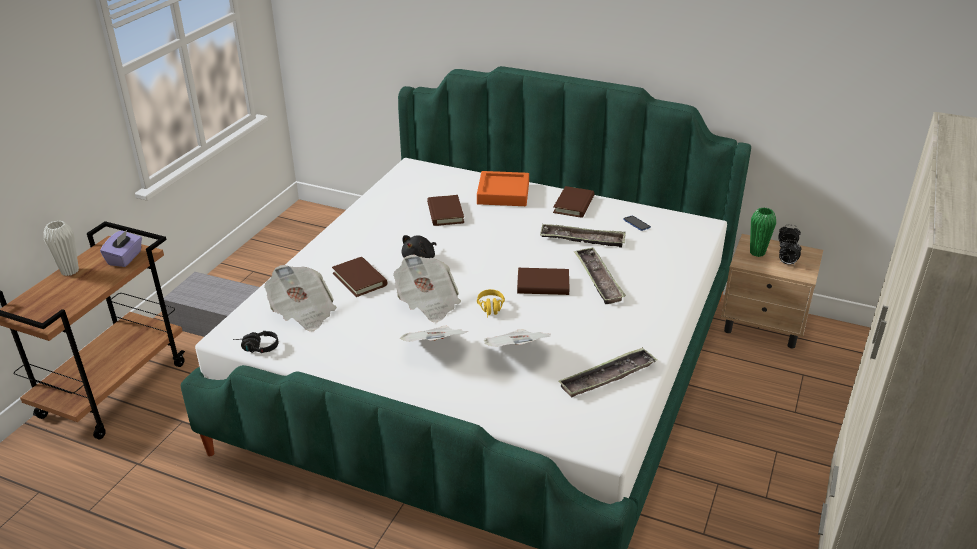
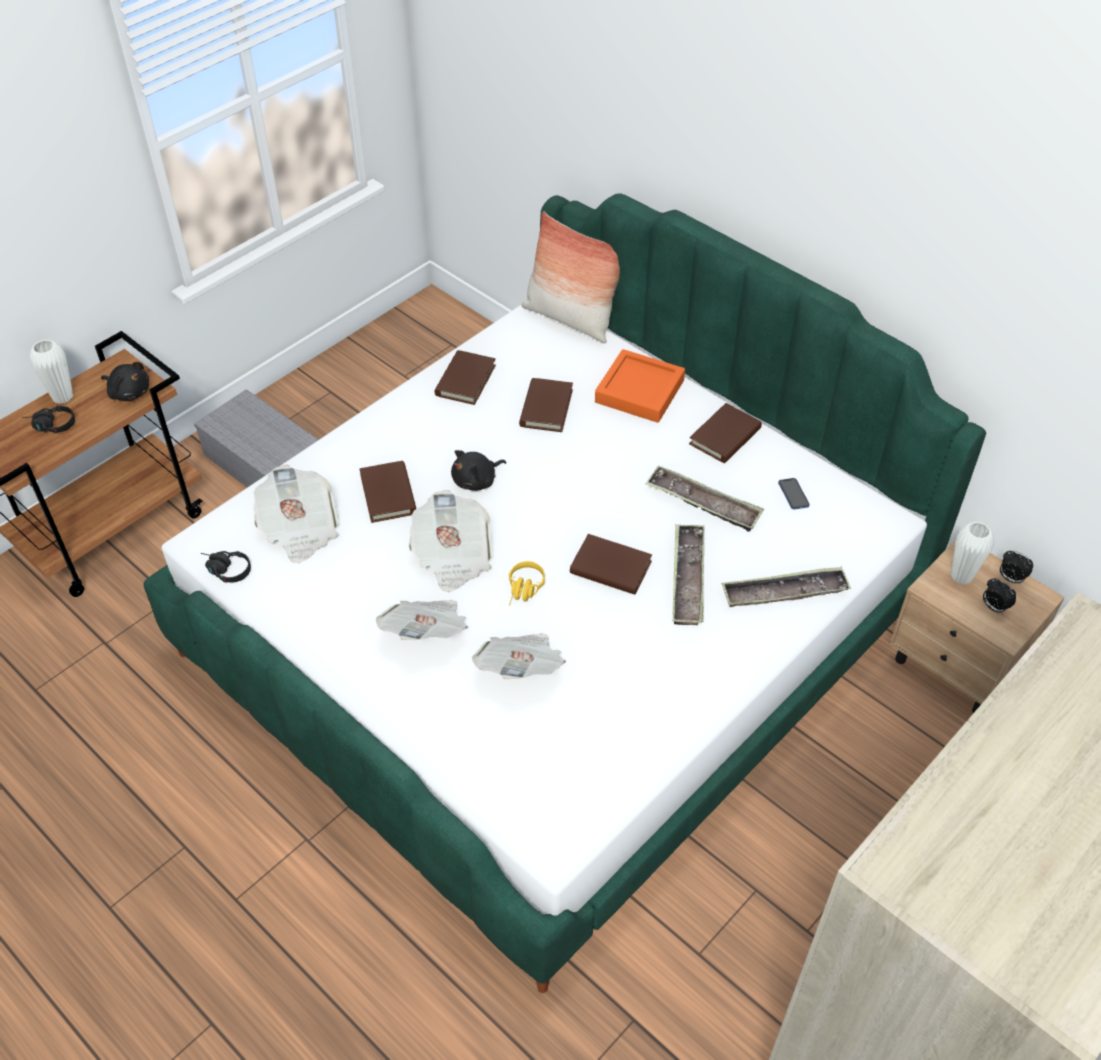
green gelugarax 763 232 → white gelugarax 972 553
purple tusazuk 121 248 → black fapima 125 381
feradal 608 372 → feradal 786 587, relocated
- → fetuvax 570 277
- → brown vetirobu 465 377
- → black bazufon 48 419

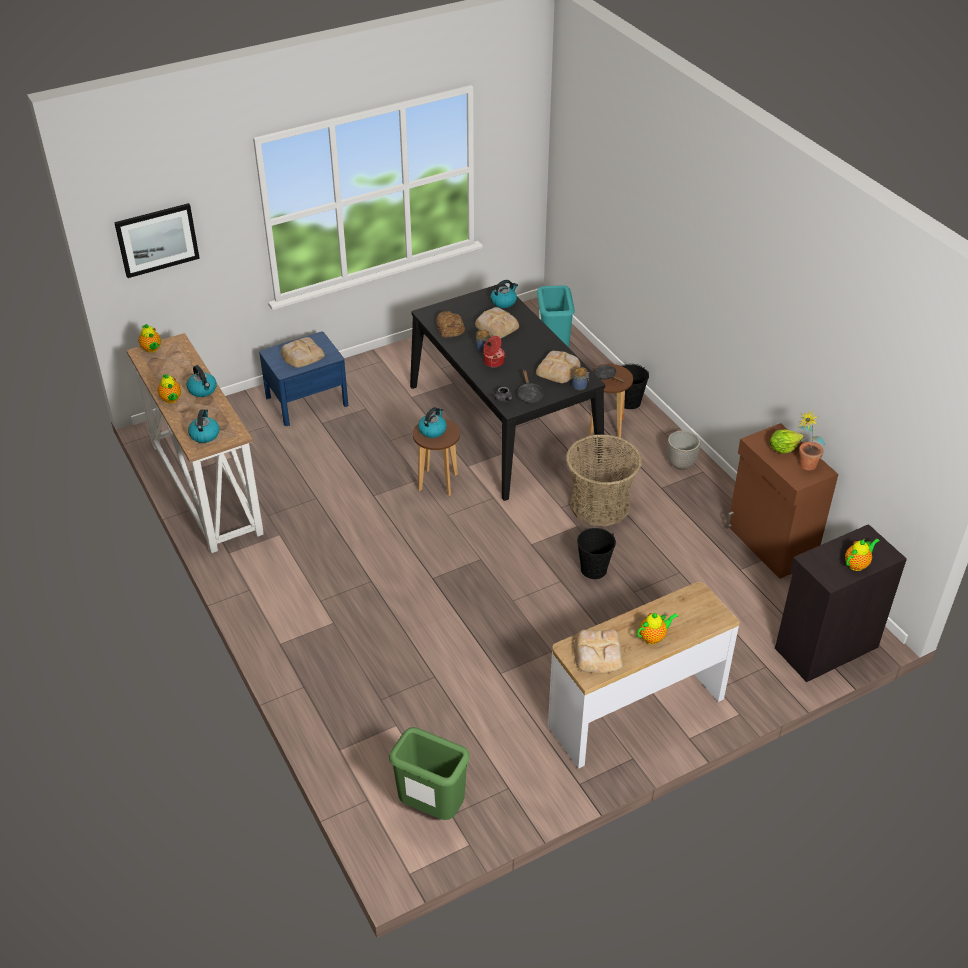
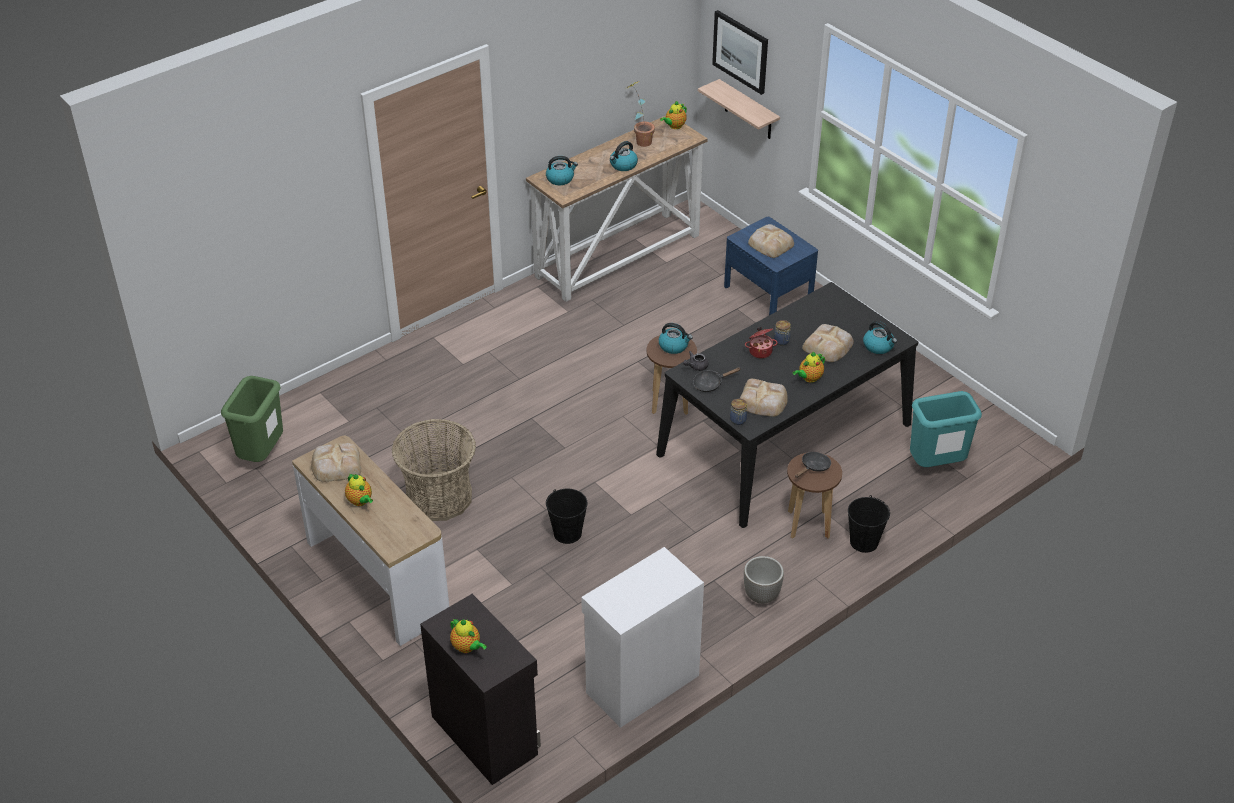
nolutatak 450 324 → -
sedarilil 169 388 → sedarilil 809 367, relocated
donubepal 811 440 → donubepal 641 114, relocated
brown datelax 782 501 → white datelax 642 637
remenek 787 441 → -
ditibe 604 480 → ditibe 434 470, relocated
- → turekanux 739 109

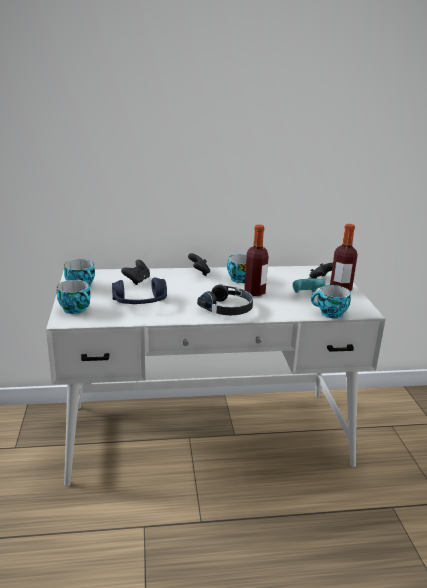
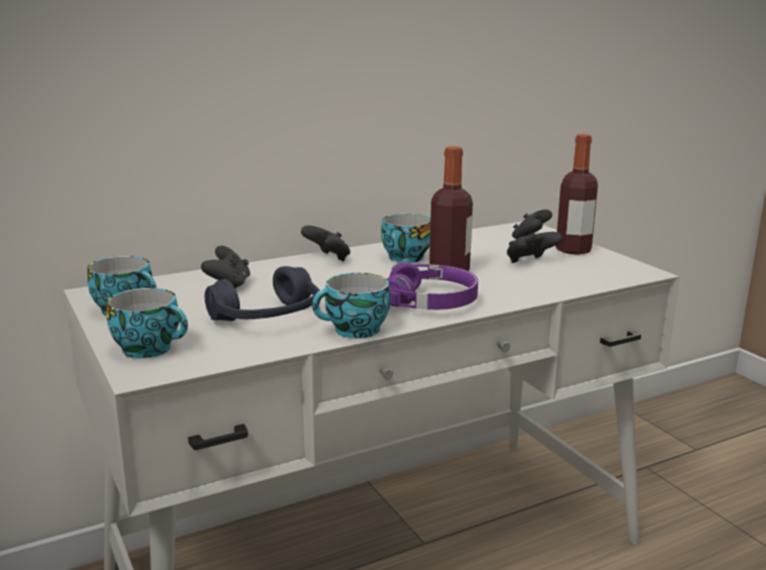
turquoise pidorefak 309 285 → black pidorefak 535 247
black bazufon 225 299 → purple bazufon 432 286
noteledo 331 301 → noteledo 351 306, relocated

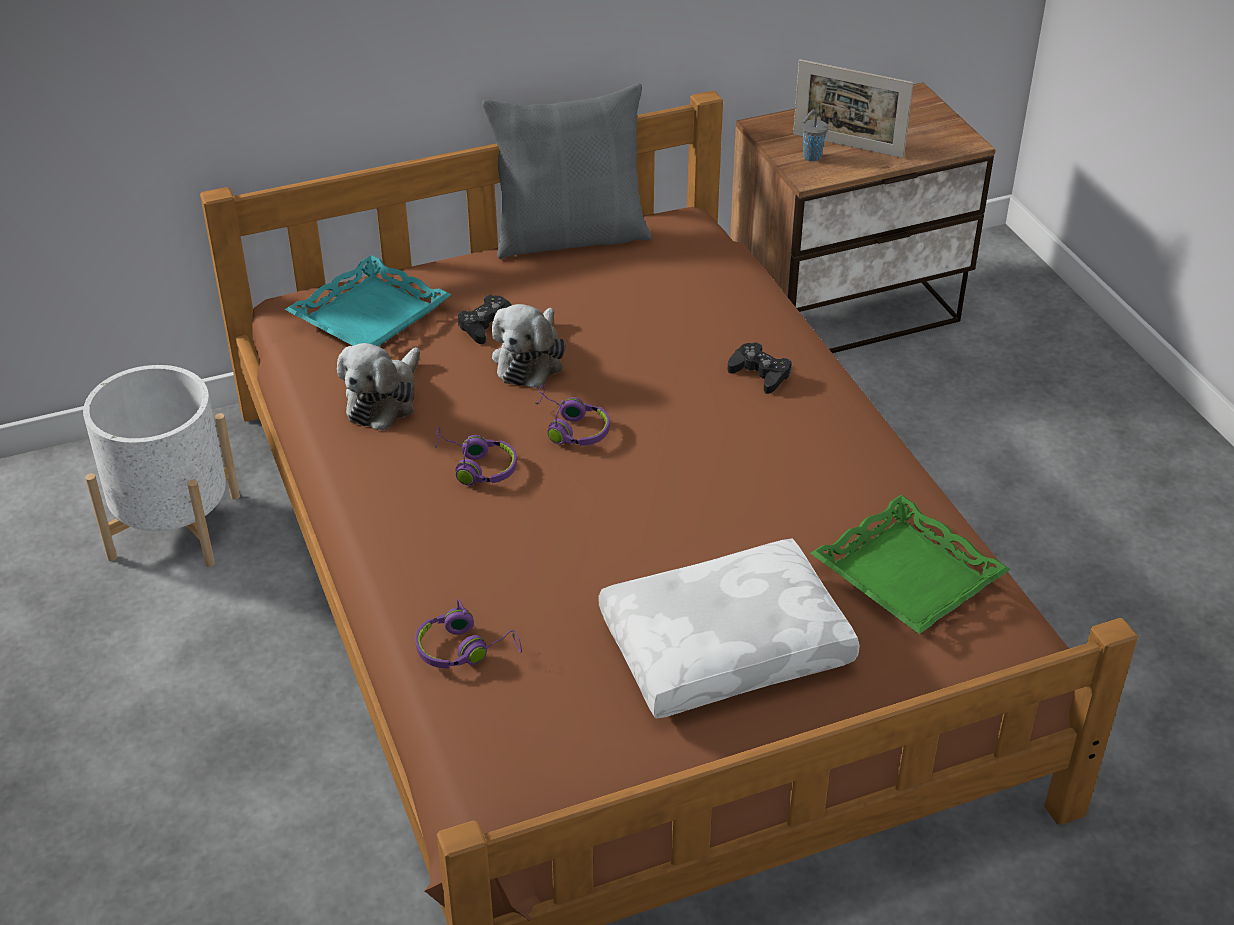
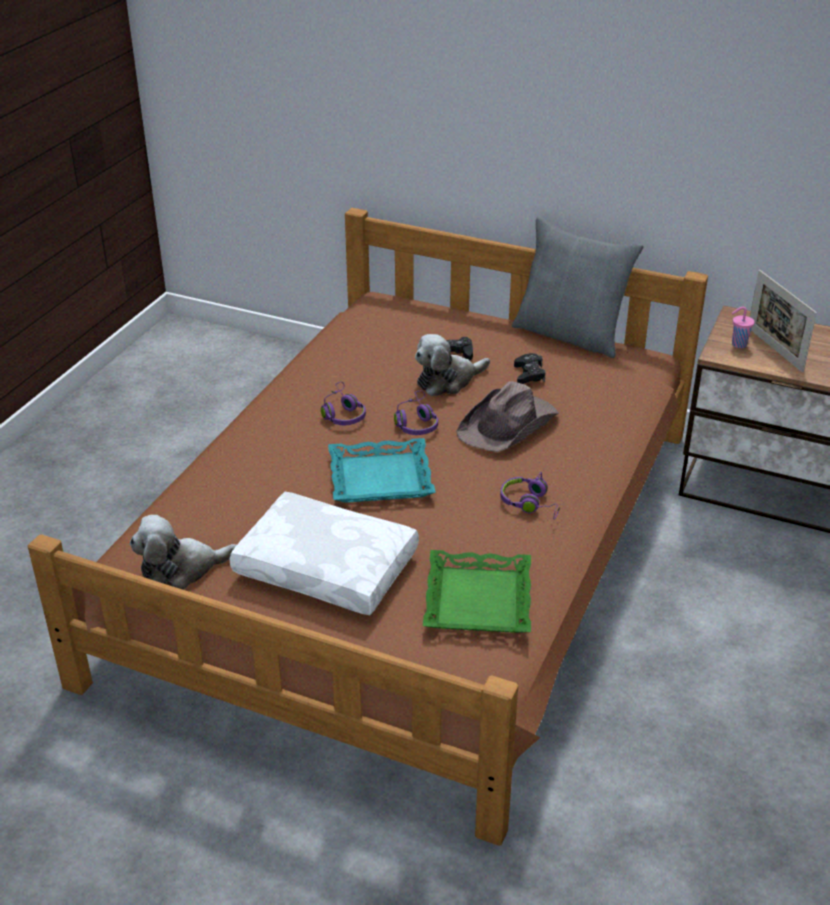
grey noteledo 814 135 → pink noteledo 743 327
turquoise feradal 368 300 → turquoise feradal 382 470, relocated
black pidorefak 760 368 → black pidorefak 529 368, relocated
fapima 378 387 → fapima 183 552, relocated
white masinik 161 466 → -
purple bazufon 468 633 → purple bazufon 530 496, relocated
- → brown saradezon 507 416

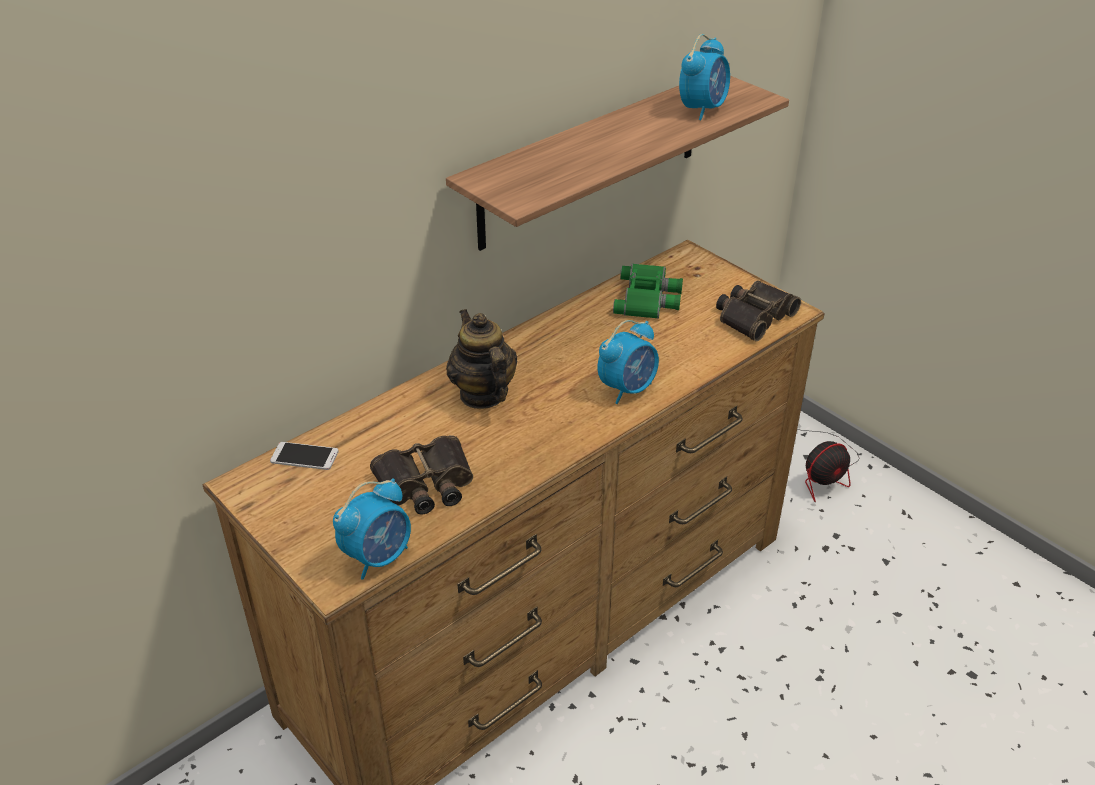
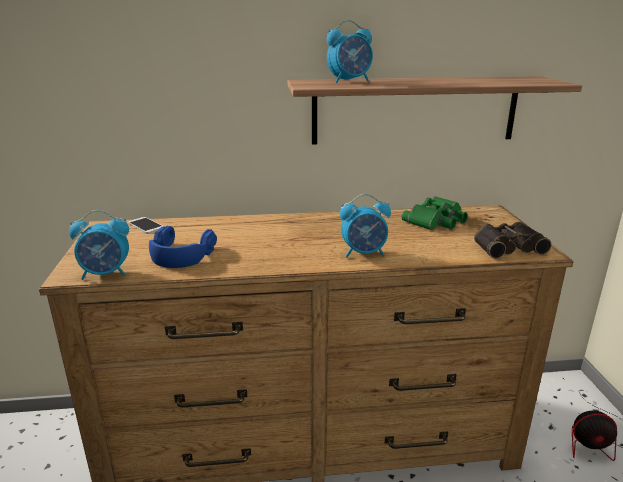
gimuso 704 77 → gimuso 350 51, relocated
sedarilil 481 359 → -
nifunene 421 474 → blue bazufon 183 247

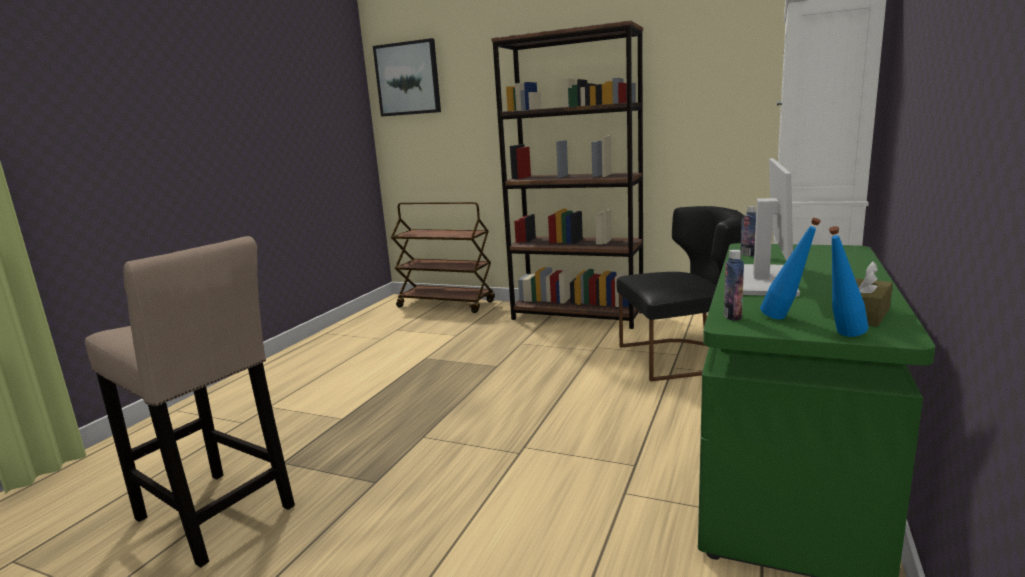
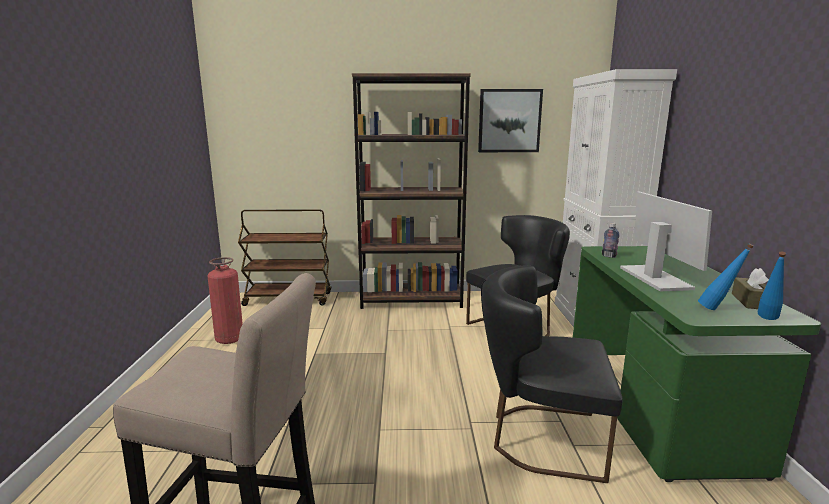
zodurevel 407 77 → zodurevel 510 120, relocated
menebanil 734 285 → -
- → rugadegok 225 300
- → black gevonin 551 374

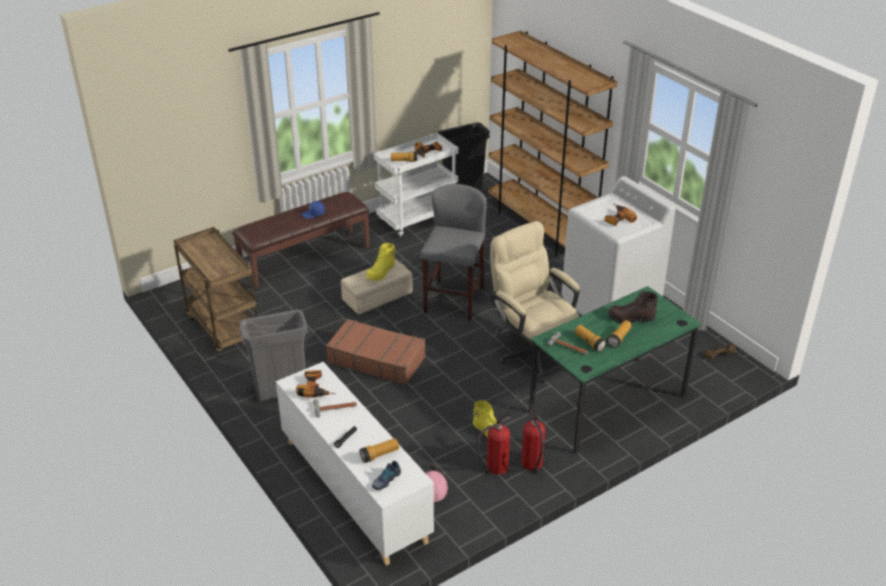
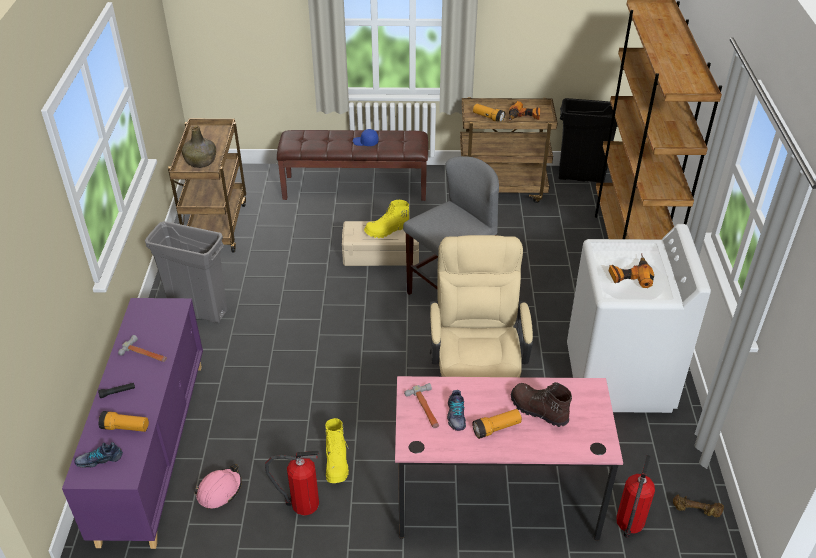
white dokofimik 416 186 → brown dokofimik 509 150
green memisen 615 370 → pink memisen 509 458
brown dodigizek 375 352 → -
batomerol 591 338 → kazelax 456 410
white datelax 355 464 → purple datelax 132 423
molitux 316 384 → -
rugadegok 533 439 → rugadegok 635 496, relocated
- → green menebanil 199 146

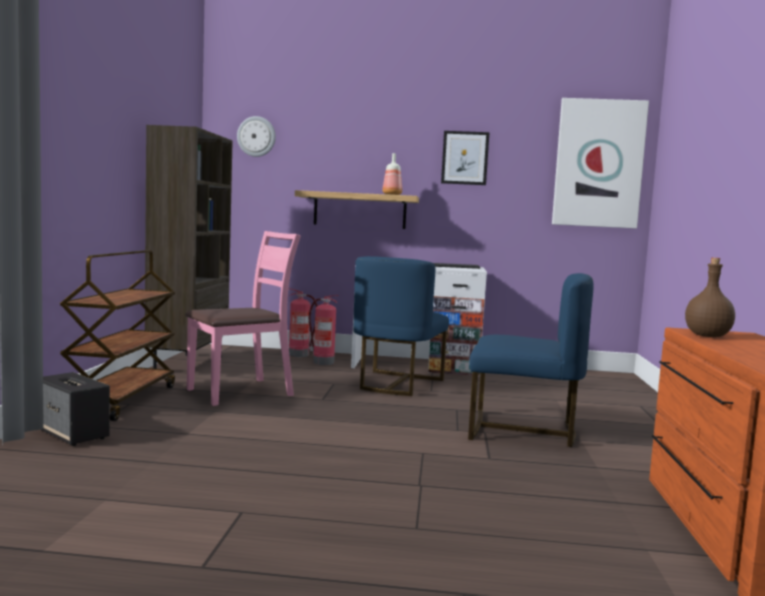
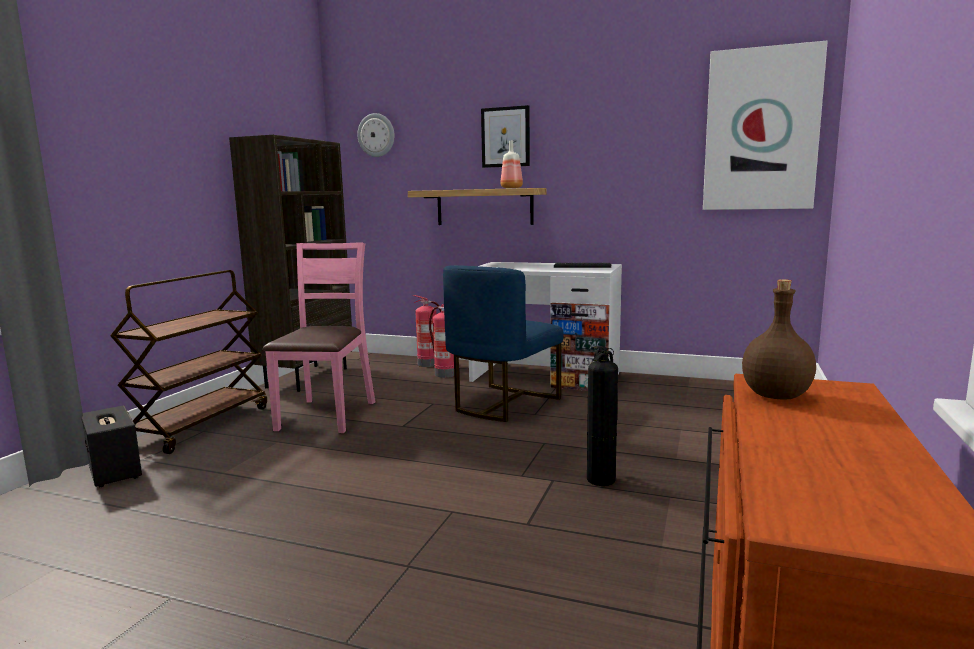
zodurevel 465 158 → zodurevel 505 136, relocated
pink gevonin 243 318 → pink gevonin 319 337, 60 degrees counterclockwise
blue gevonin 531 360 → rugadegok 602 416

